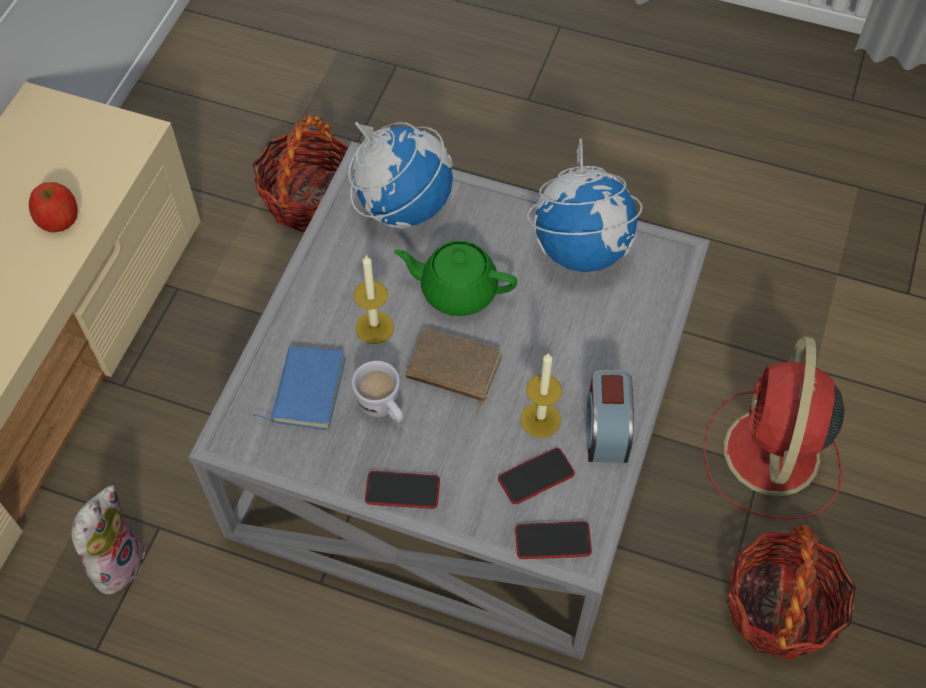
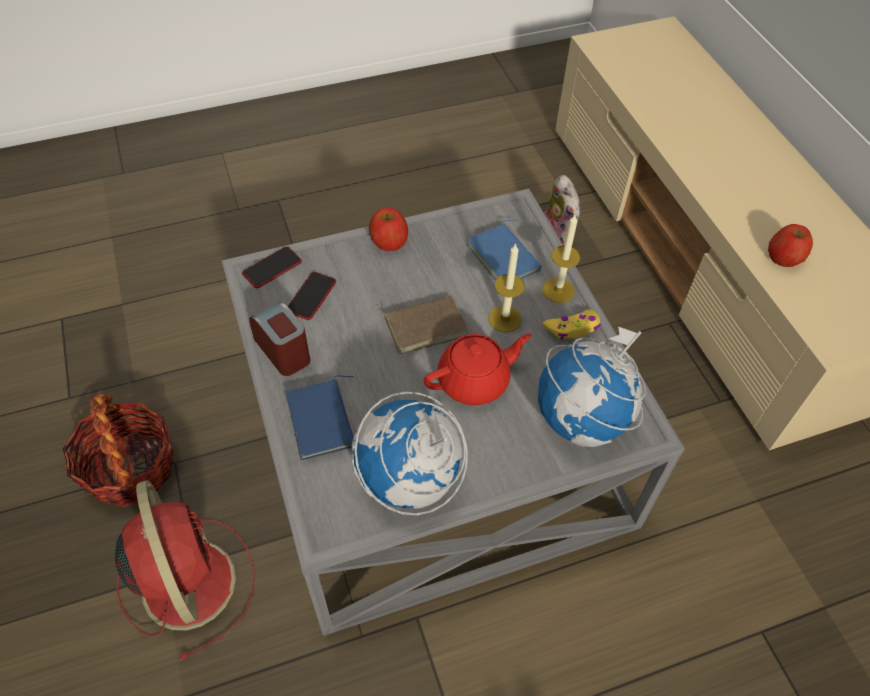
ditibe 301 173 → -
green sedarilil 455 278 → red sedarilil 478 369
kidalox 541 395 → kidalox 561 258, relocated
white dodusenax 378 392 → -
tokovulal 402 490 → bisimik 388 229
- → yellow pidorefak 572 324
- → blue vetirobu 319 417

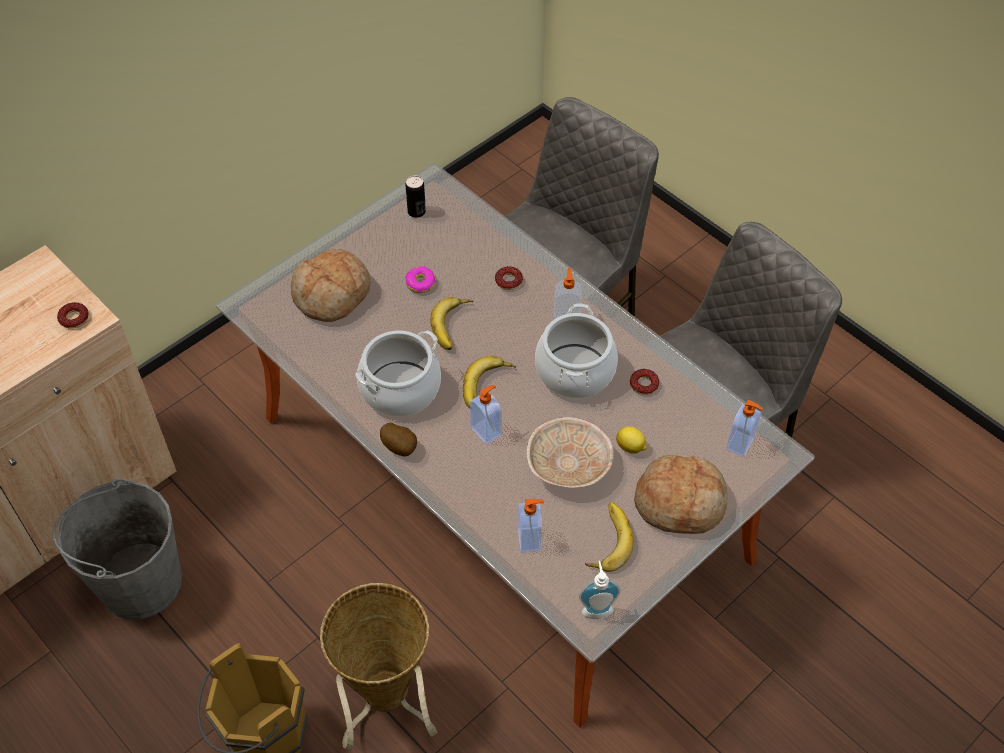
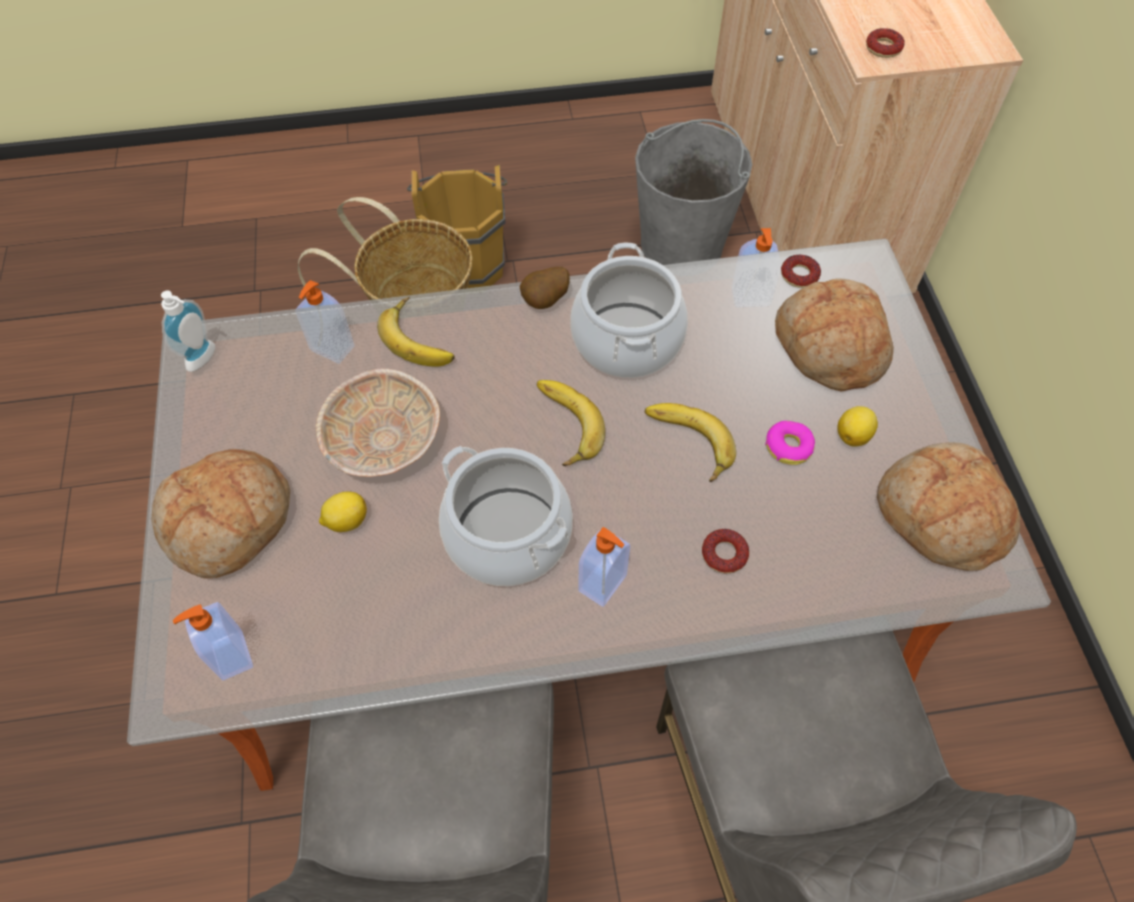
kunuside 415 197 → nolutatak 948 506
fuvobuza 644 382 → fuvobuza 801 271, relocated
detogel 486 415 → detogel 756 267, relocated
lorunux 609 537 → lorunux 416 332, relocated
- → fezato 857 426

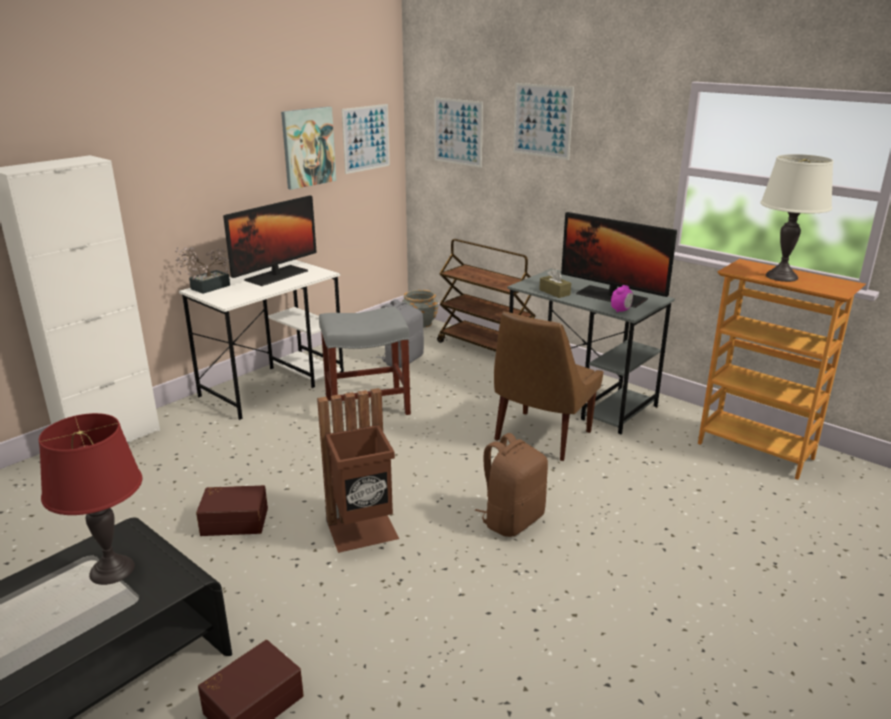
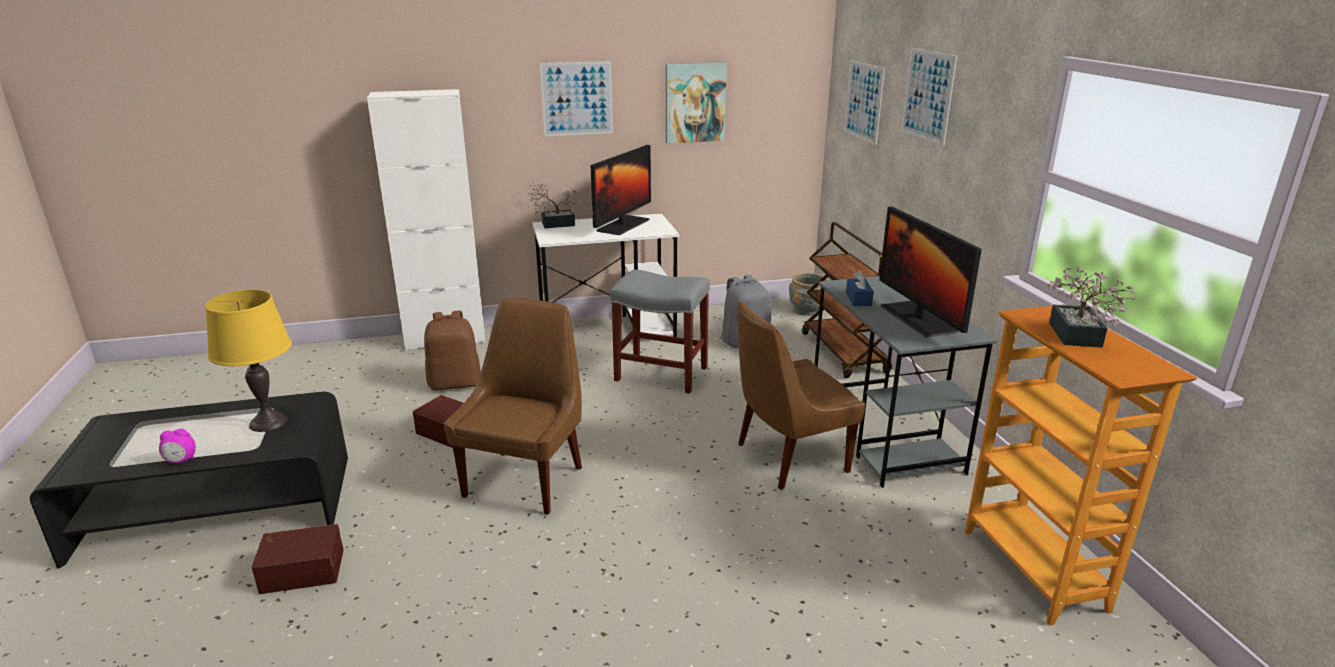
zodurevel 366 139 → zodurevel 576 98, relocated
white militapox 797 218 → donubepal 1092 307
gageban 270 240 → gageban 621 190, 45 degrees counterclockwise
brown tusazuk 555 283 → blue tusazuk 860 288
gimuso 622 298 → gimuso 177 446, relocated
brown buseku 358 470 → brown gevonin 513 406
red militapox 90 499 → yellow militapox 248 361
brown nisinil 511 485 → brown nisinil 452 351, relocated

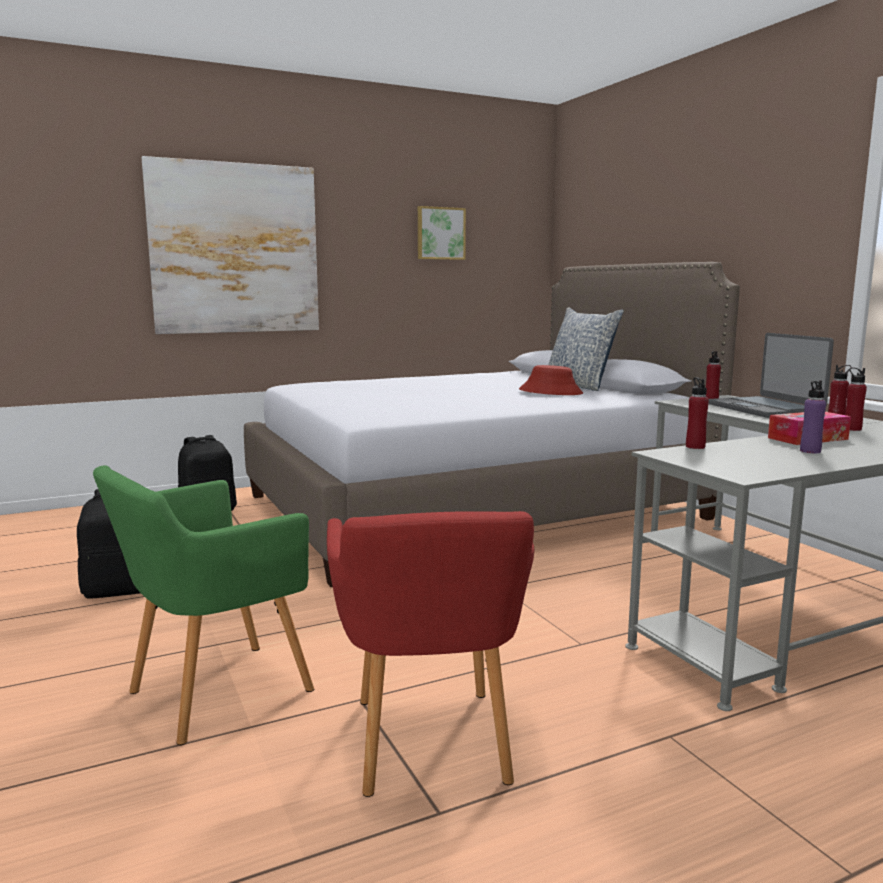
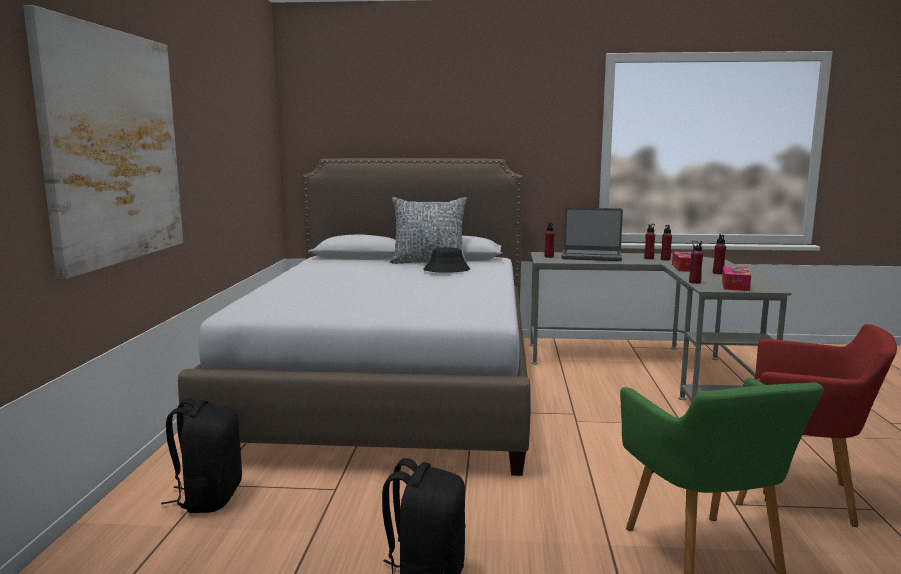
zodurevel 442 233 → -
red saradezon 551 380 → black saradezon 447 260
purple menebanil 813 417 → red menebanil 719 254
- → tusazuk 736 278

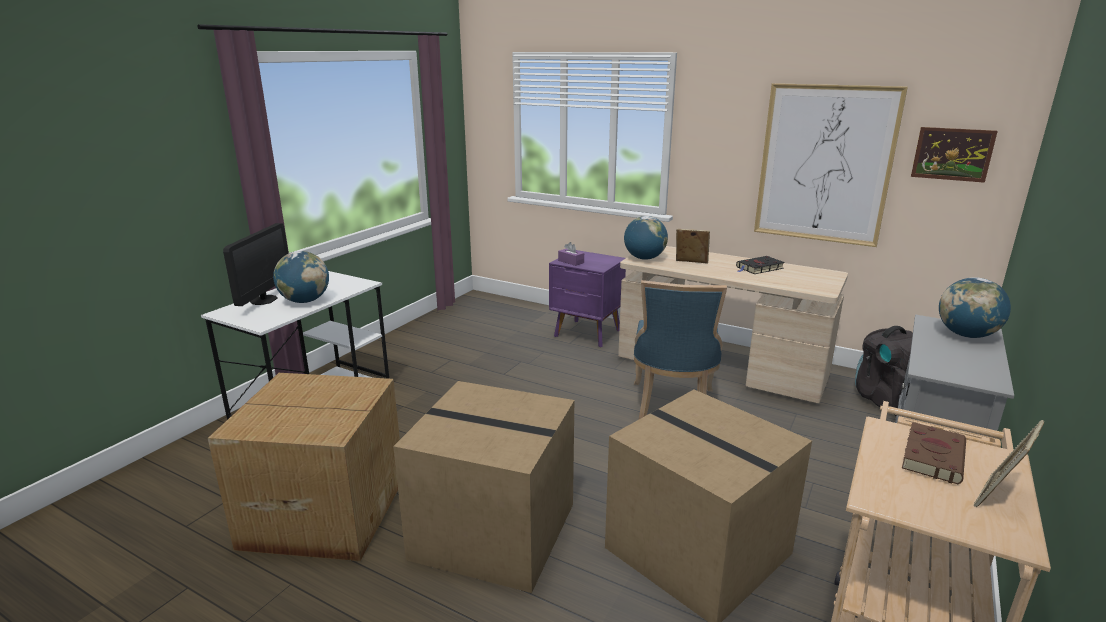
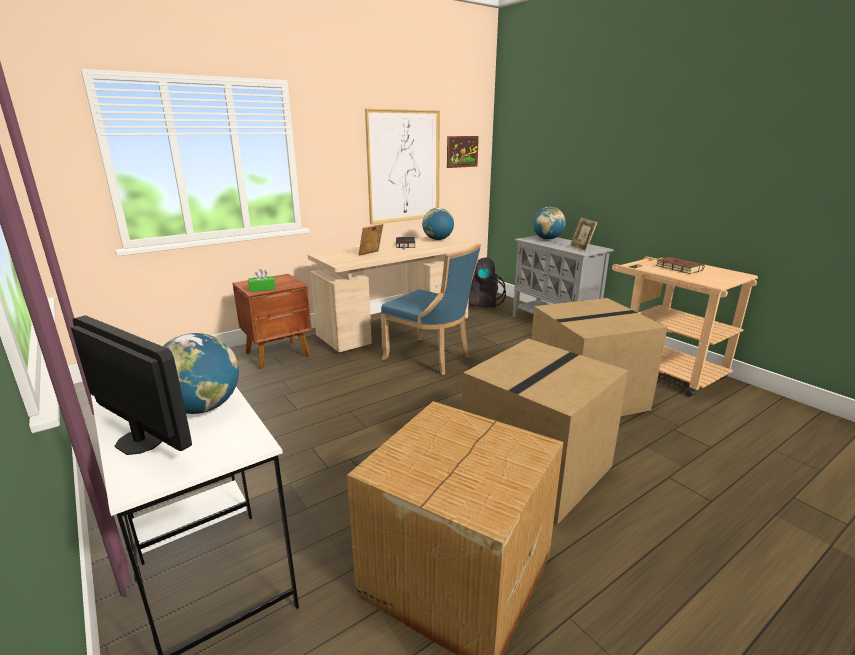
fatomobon 646 238 → fatomobon 438 224, relocated
purple tusazuk 571 254 → green tusazuk 261 280
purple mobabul 587 298 → brown mobabul 272 321
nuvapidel 1009 463 → nuvapidel 584 235, relocated

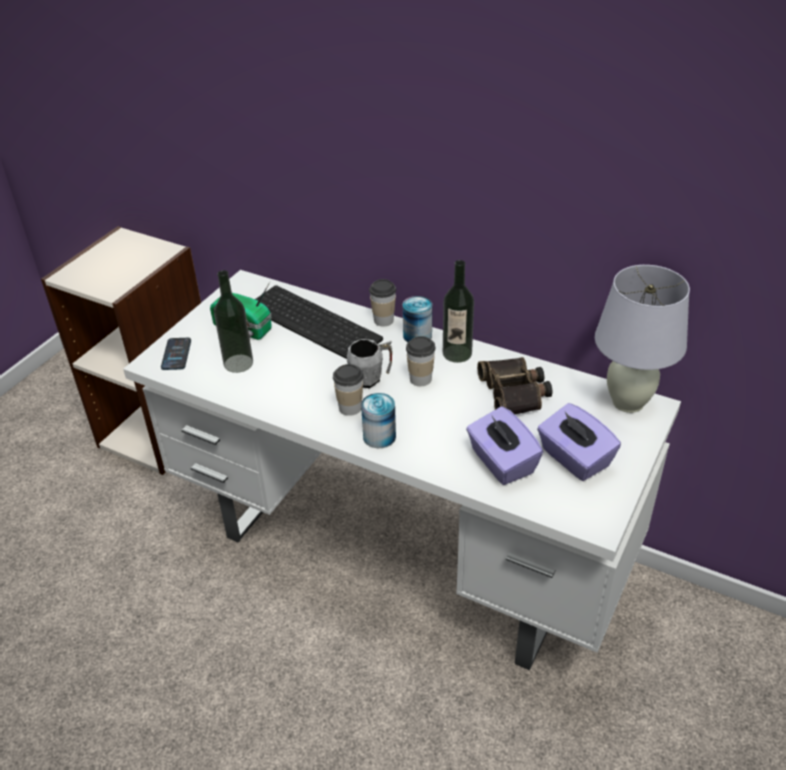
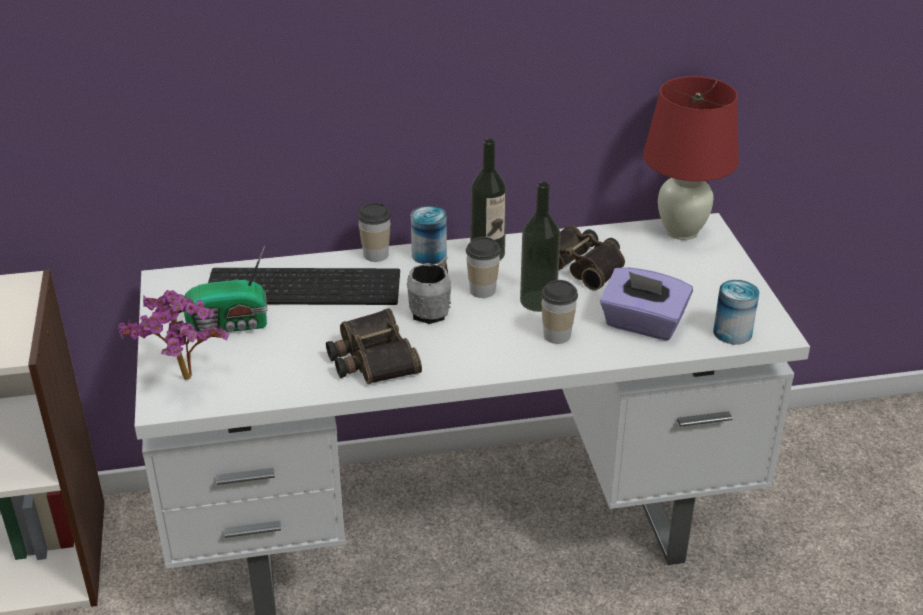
white militapox 642 339 → red militapox 691 158
menebanil 233 321 → menebanil 540 246, relocated
tokovulal 176 354 → donubepal 173 335
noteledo 348 390 → noteledo 559 312, relocated
kunuside 378 420 → kunuside 736 312, relocated
purple tusazuk 579 442 → -
- → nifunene 374 346

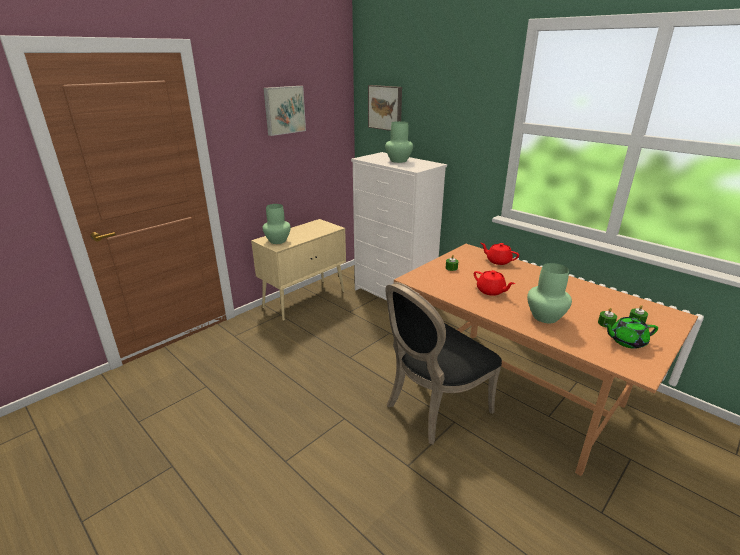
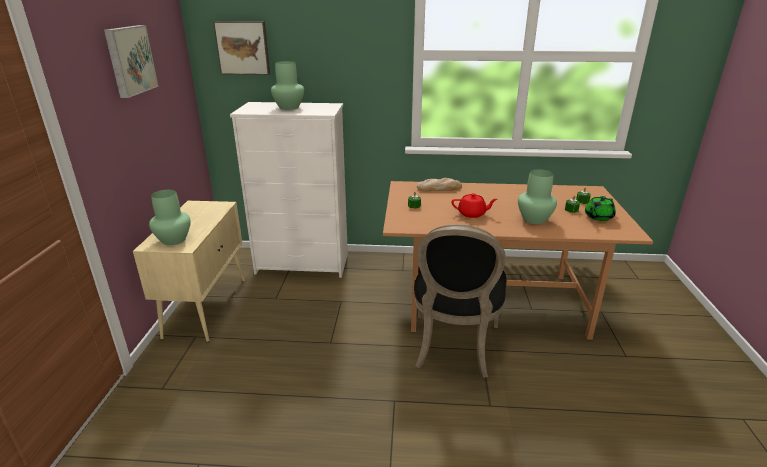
red sedarilil 500 254 → nolutatak 439 185

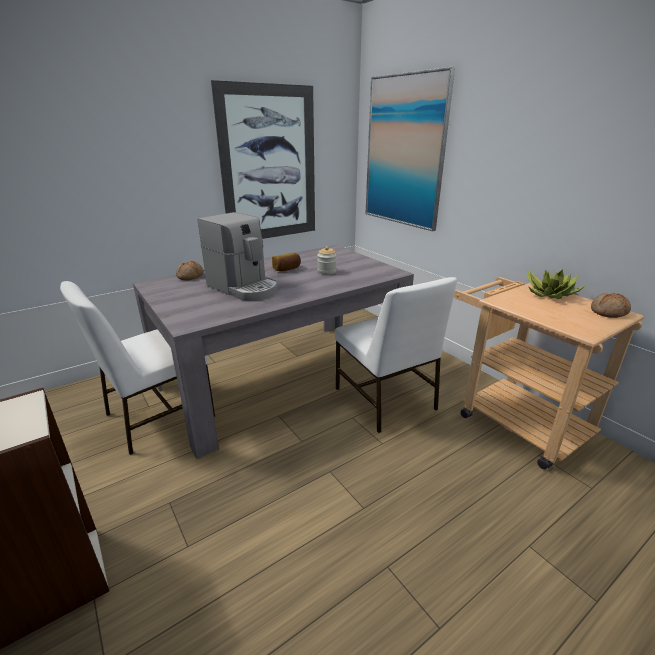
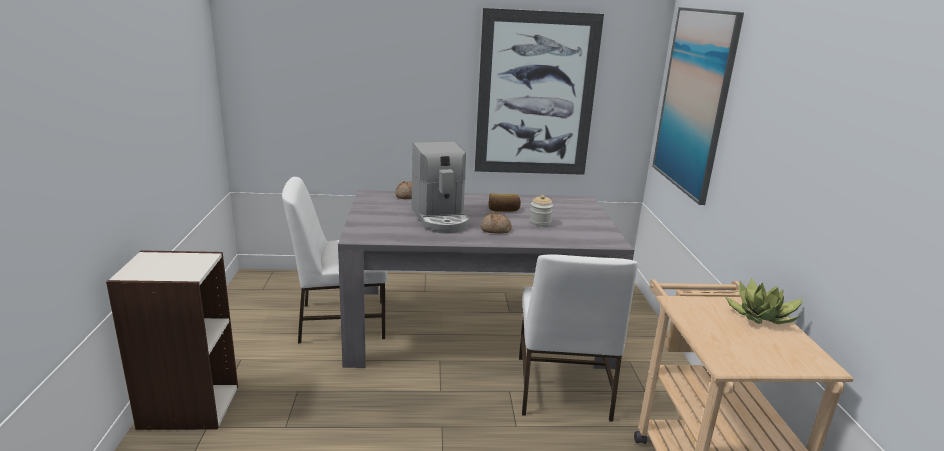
nolutatak 611 305 → nolutatak 496 223, relocated

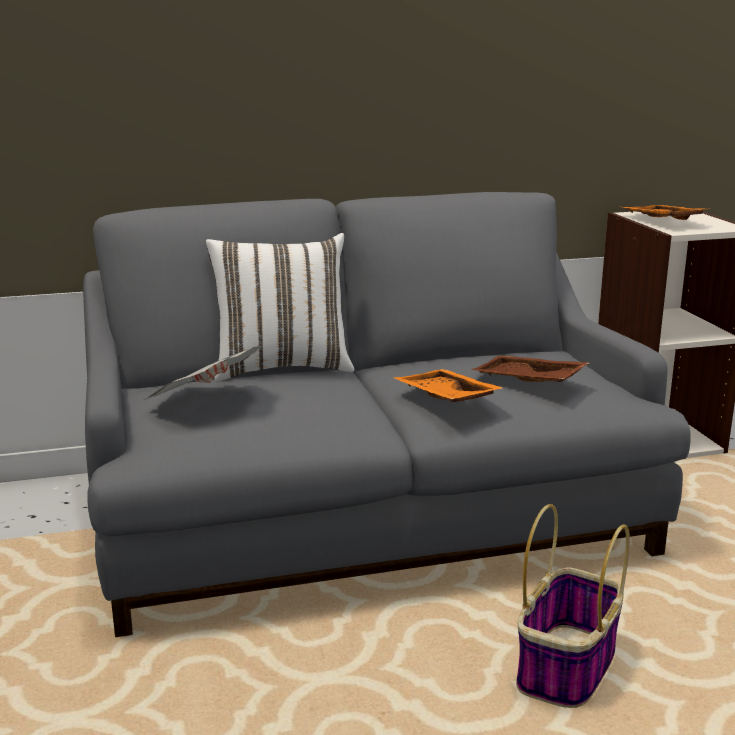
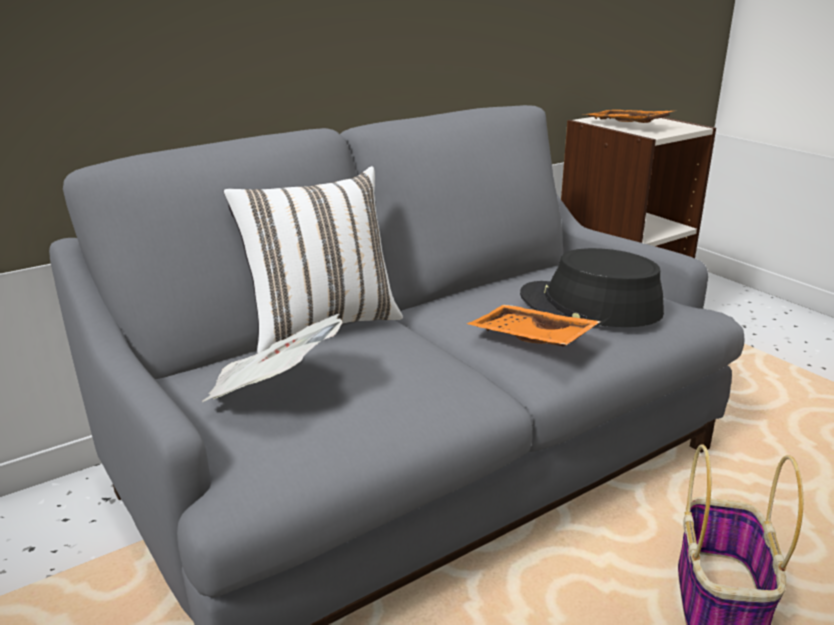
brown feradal 530 369 → black saradezon 592 287

